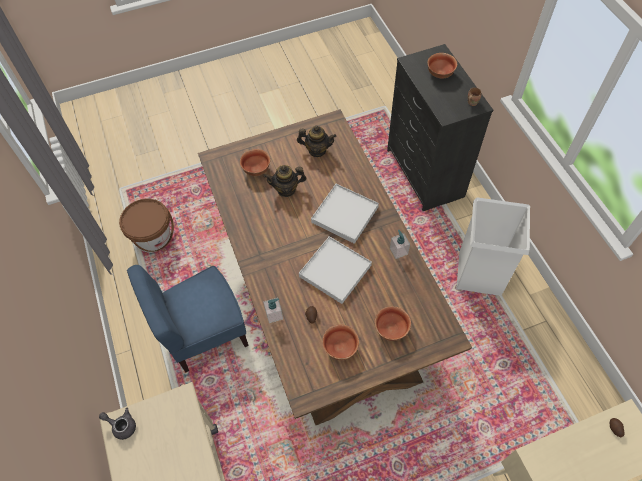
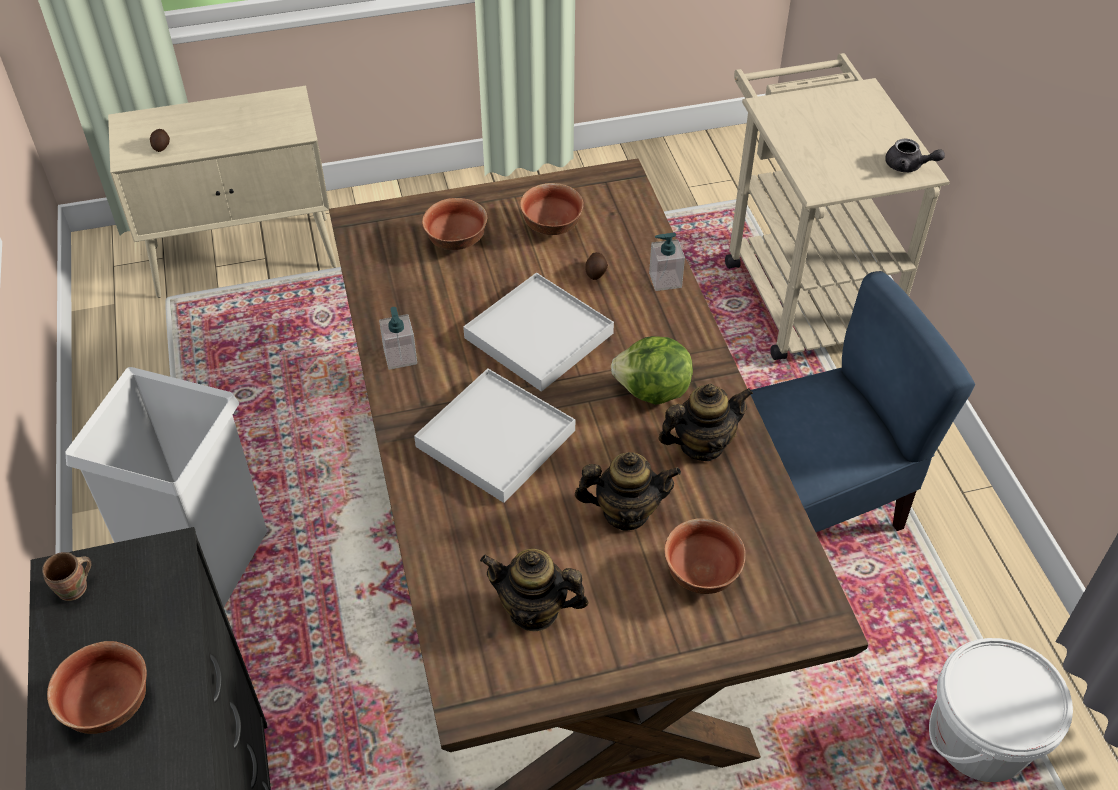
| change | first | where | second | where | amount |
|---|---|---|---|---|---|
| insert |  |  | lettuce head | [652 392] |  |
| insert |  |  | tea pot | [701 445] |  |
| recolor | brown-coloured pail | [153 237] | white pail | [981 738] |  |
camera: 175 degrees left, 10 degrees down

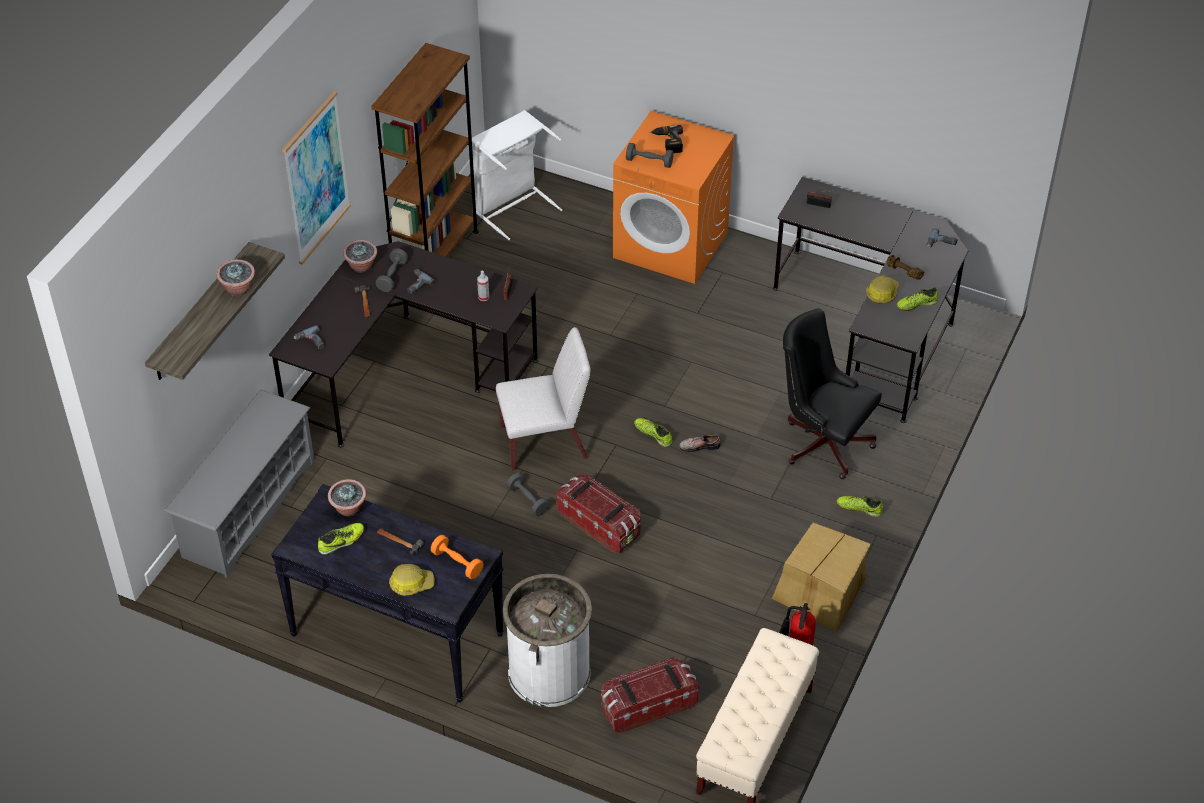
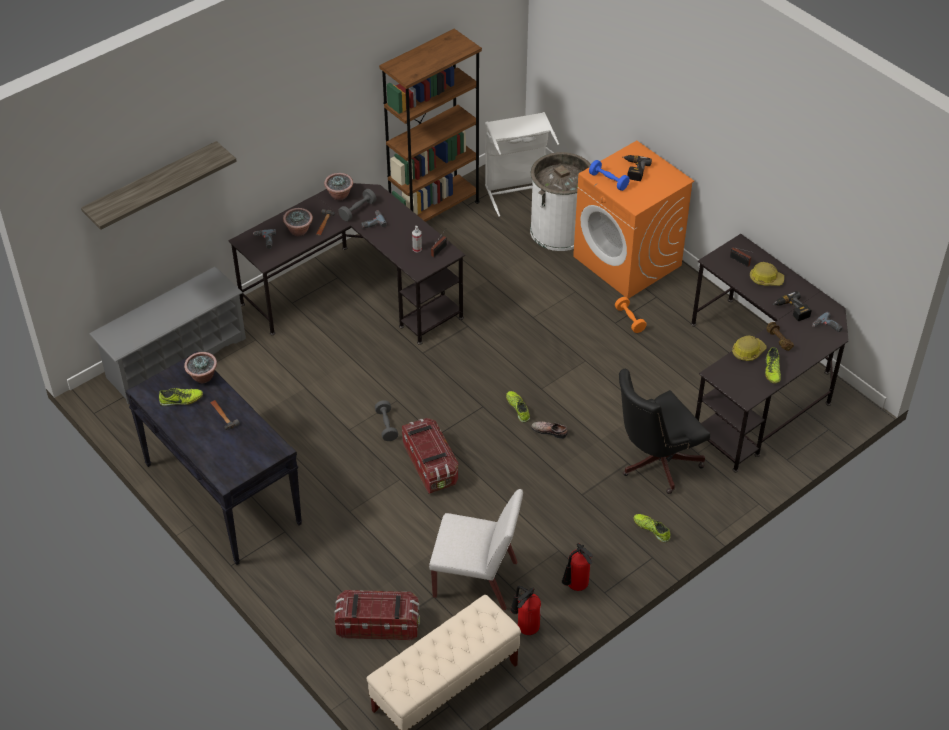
| change | first | where | second | where | amount |
|---|---|---|---|---|---|
| delete | picture | [316 178] |  |  |  |
| insert |  |  | electric drill | [791 310] |  |
| move | potted plant | [238 289] |  | [299 231] |  |
| move | safety helmet | [411 584] |  | [766 279] |  |
| move | orange-coloured hand weight | [457 563] |  | [630 320] |  |
| move | white upright chair | [545 442] |  | [476 580] |  |
| move | white rubbish bin | [549 672] |  | [559 230] |  |
| replace | packing box | [820 592] | fire extinguisher | [575 586] |  |
| recolor | greyish hand weight | [649 162] | blue hand weight | [608 181] |  |
| rotate | blackish computer chair | [822 441] |  | [654 463] | 90 degrees counterclockwise |
| rotate | low shoe | [916 304] |  | [772 371] | 90 degrees counterclockwise |
camera: 25 degrees right, 0 degrees up

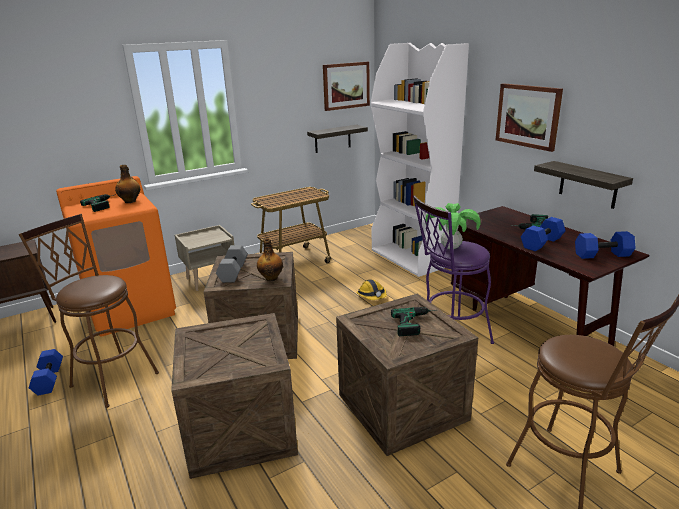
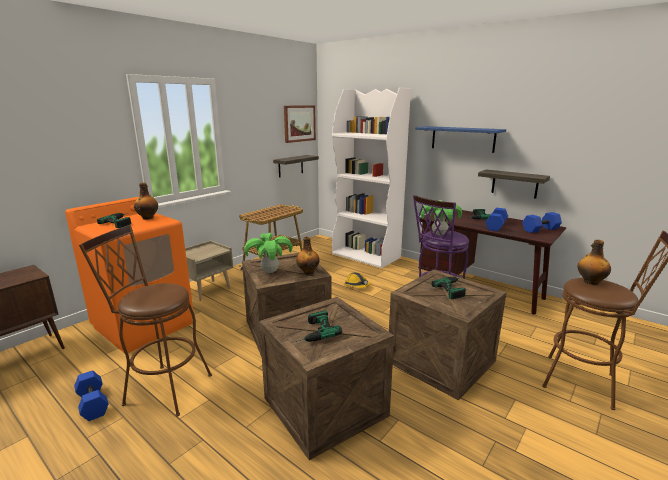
| change | first | where | second | where | amount |
|---|---|---|---|---|---|
| insert |  |  | electric drill | [313 332] |  |
| insert |  |  | drink bottle | [590 282] |  |
| replace | greyish hand weight | [234 272] | potted plant | [270 271] |  |
| replace | picture | [528 116] | blue wall shelf | [462 139] |  |
camera: 20 degrees left, 5 degrees down

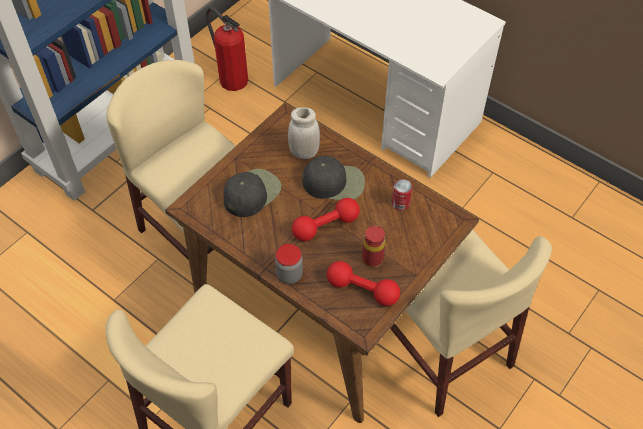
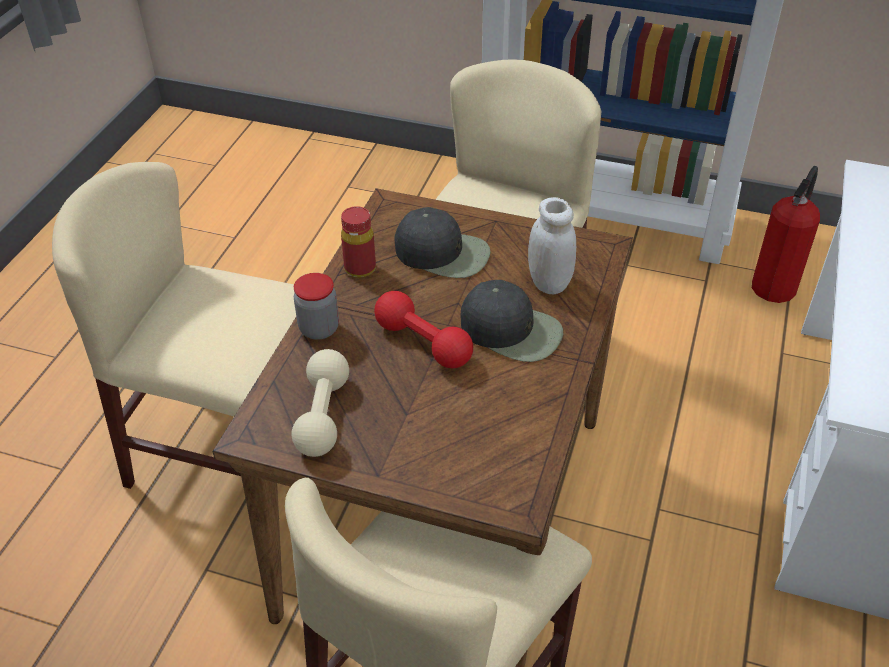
| change | first | where | second | where | amount |
|---|---|---|---|---|---|
| delete | metal can | [400 203] |  |  |  |
| move | red drink bottle | [372 259] |  | [360 268] |  |
| recolor | red hand weight | [362 290] | beige hand weight | [323 415] |  |
| rotate | blackish peaked cap | [334 182] |  | [512 330] | 45 degrees counterclockwise |
camera: 70 degrees right, 10 degrees down

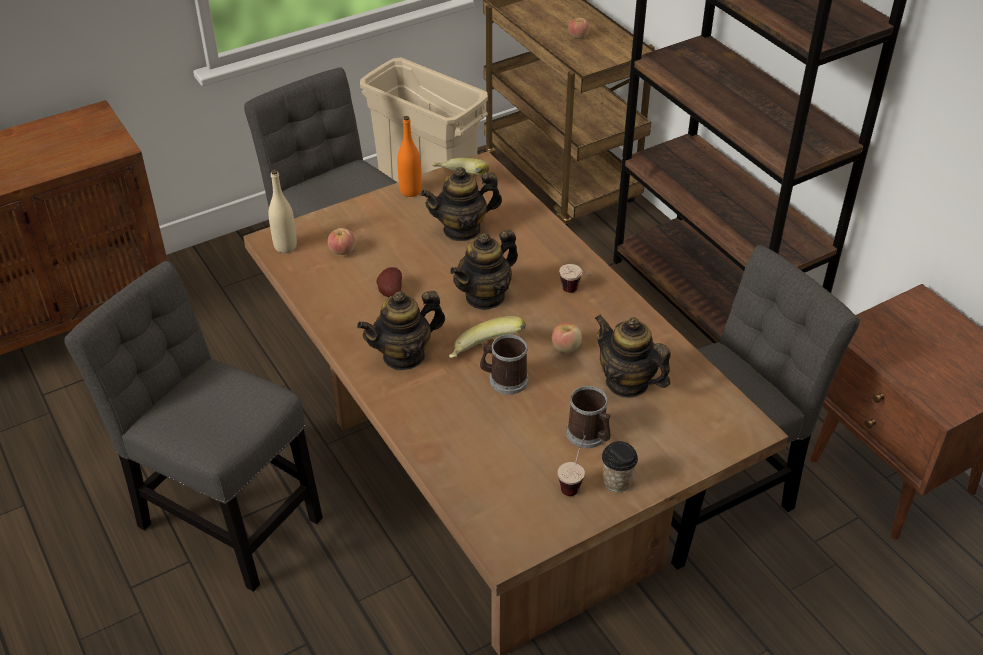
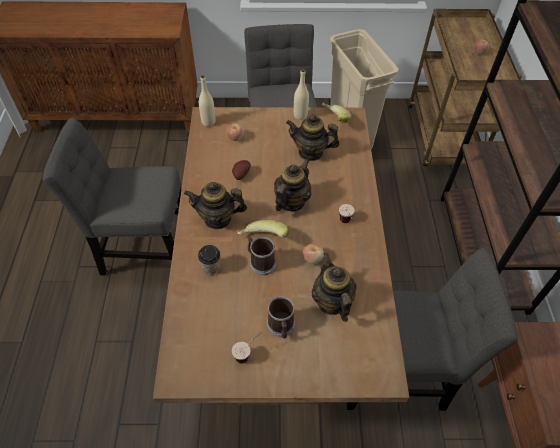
| change | first | where | second | where | amount |
|---|---|---|---|---|---|
| move | cup | [617 481] |  | [211 268] |  |
| recolor | orange-coloured drink bottle | [410 191] | beige drink bottle | [300 115] |  |
| rotate | greyish upright chair | [224 515] |  | [142 250] | 60 degrees counterclockwise |
| rotate | tea pot | [485 296] |  | [291 202] | 135 degrees clockwise |
camera: 30 degrees right, 10 degrees up

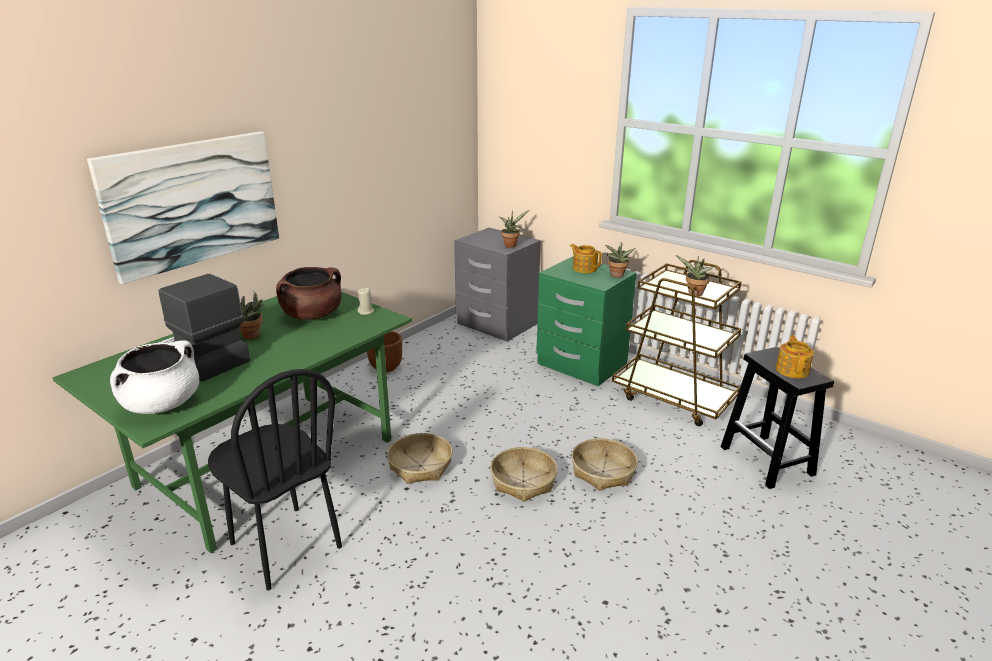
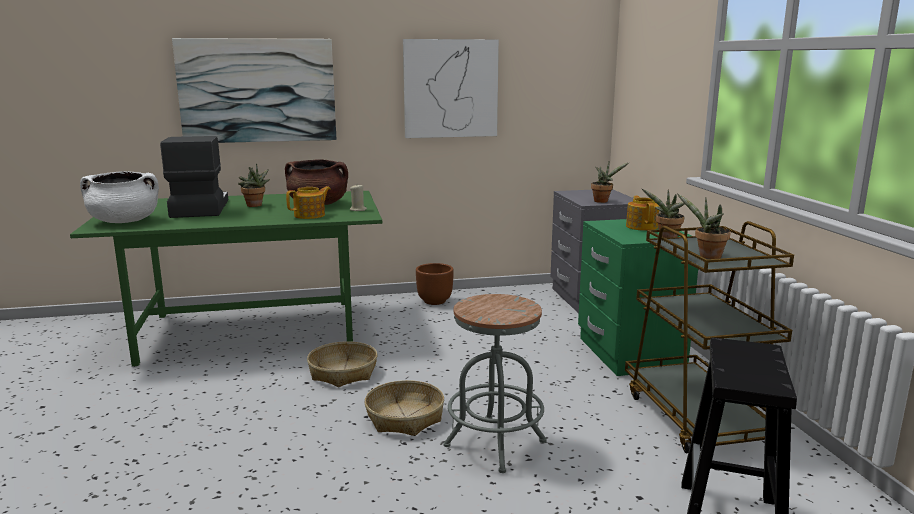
| change | first | where | second | where | amount |
|---|---|---|---|---|---|
| delete | blackish upright chair | [285 546] |  |  |  |
| insert |  |  | picture | [450 88] |  |
| move | tea pot | [792 370] |  | [310 215] |  |
| replace | household basket | [603 471] | greyish sitting stool | [495 444] |  |
camera: 40 degrees right, 10 degrees down

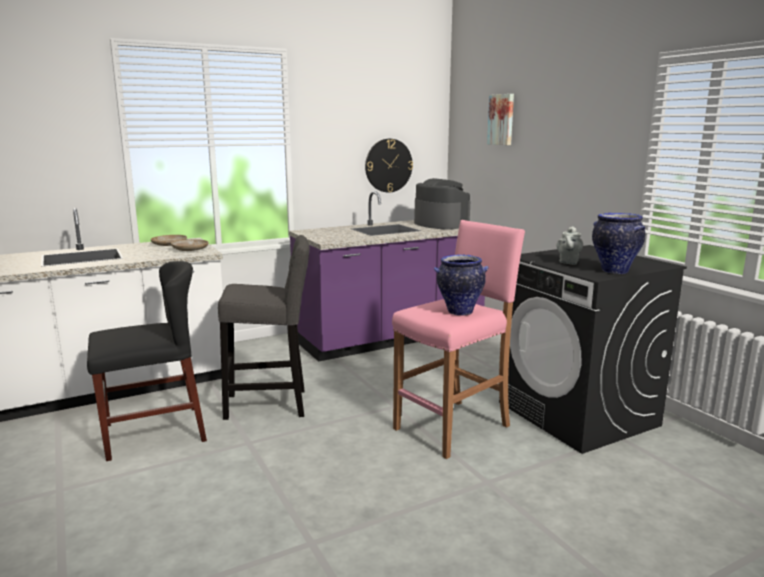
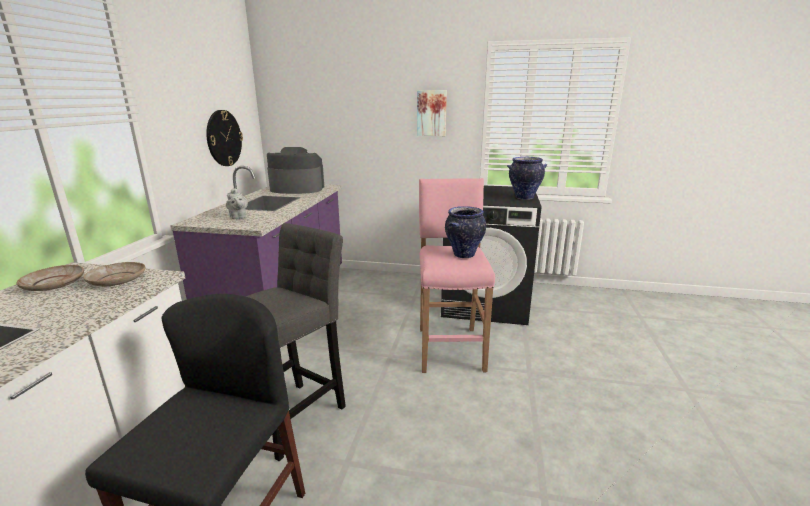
| change | first | where | second | where | amount |
|---|---|---|---|---|---|
| move | picture | [501 119] |  | [431 113] |  |
| move | greyish tea pot | [568 262] |  | [238 217] |  |
camera: 50 degrees left, 5 degrees up

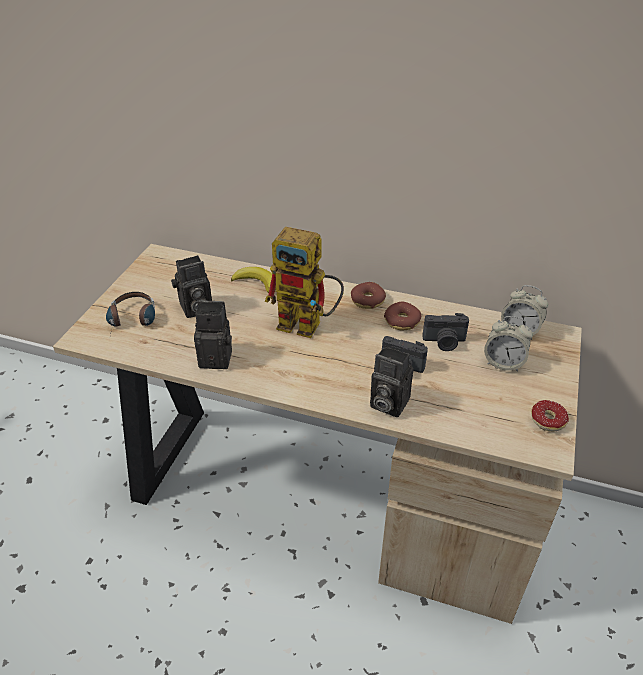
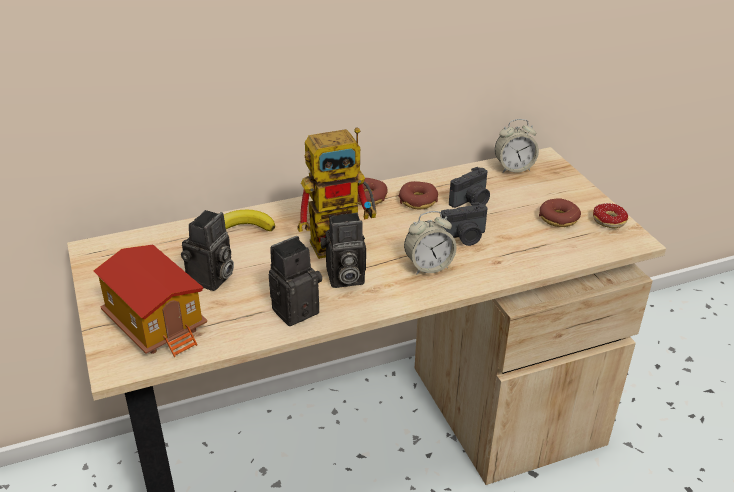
| change | first | where | second | where | amount |
|---|---|---|---|---|---|
| insert |  |  | donut | [558 219] |  |
| move | still camera | [386 403] |  | [343 278] |  |
| move | bedside clock | [503 363] |  | [428 266] |  |
| replace | headset | [132 322] | miniature house | [157 323] |  |
camera: 40 degrees left, 5 degrees down

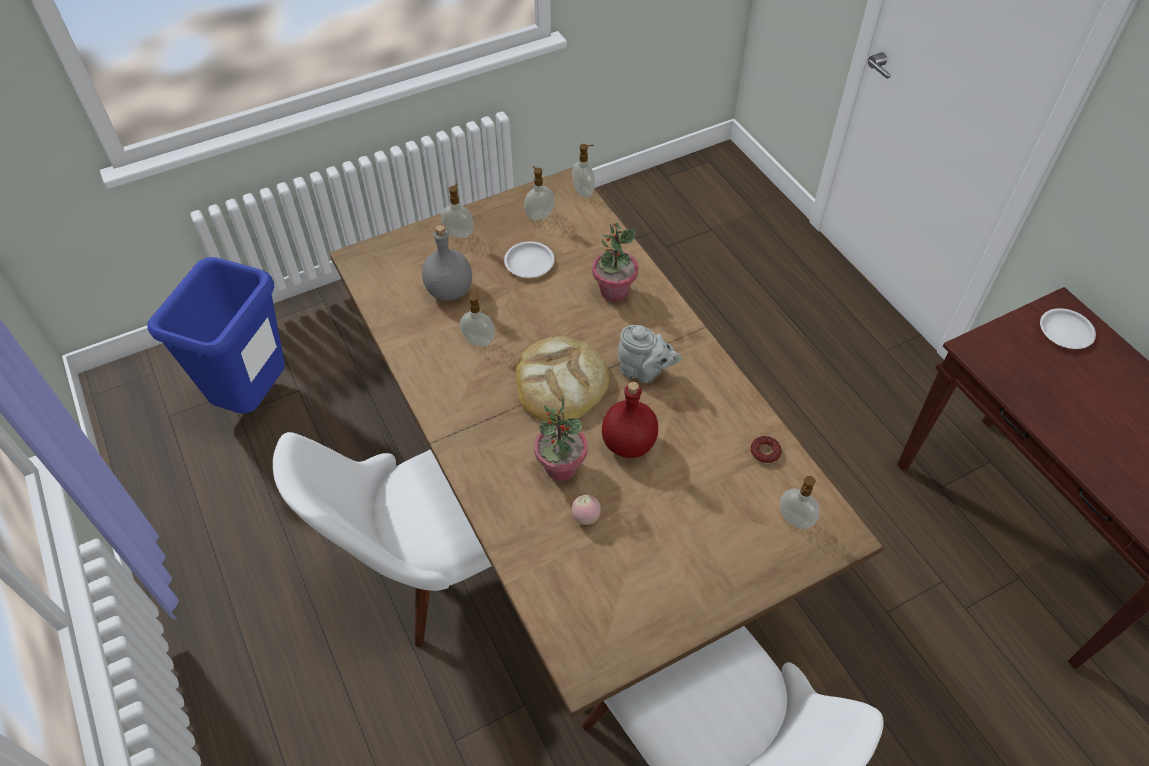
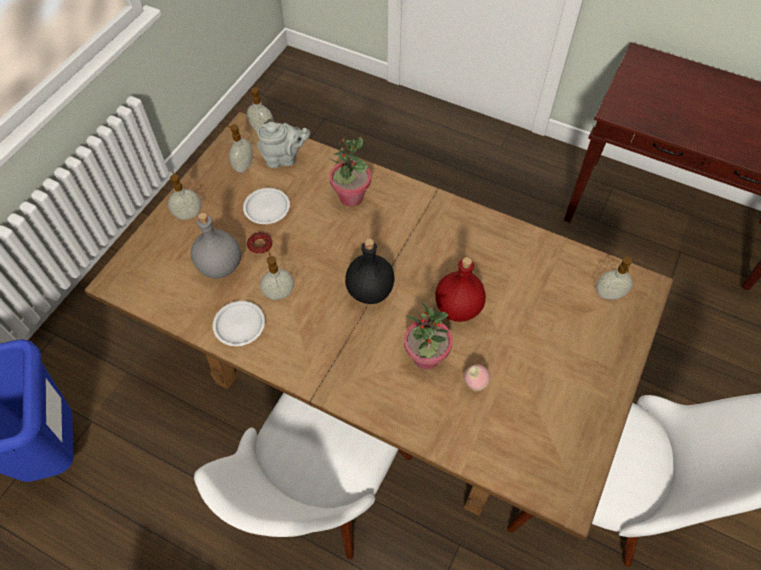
| change | first | where | second | where | amount |
|---|---|---|---|---|---|
| move | greyish tea pot | [644 371] |  | [284 158] |  |
| move | donut | [765 452] |  | [260 245] |  |
| move | white flat dish | [1065 332] |  | [239 325] |  |
| replace | bread | [561 382] | blackish drink bottle | [370 290] |  |
camera: 35 degrees left, 5 degrees up

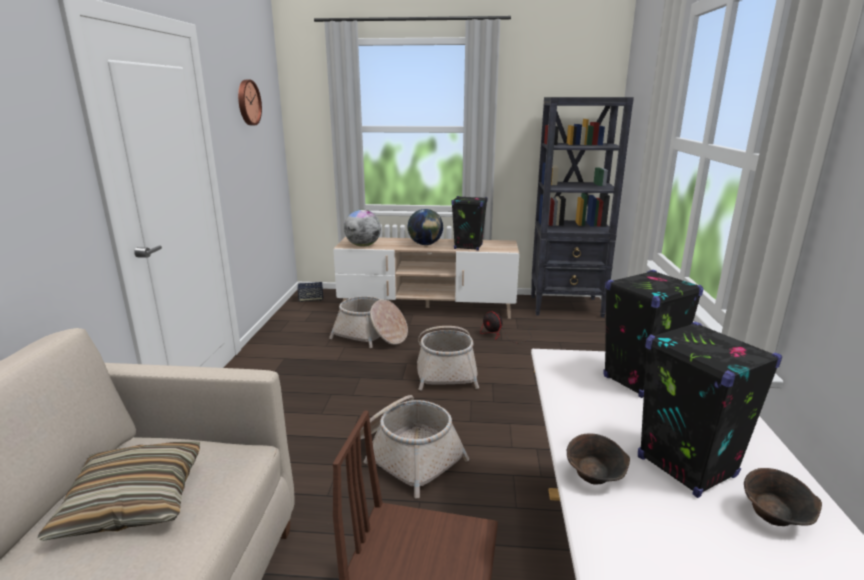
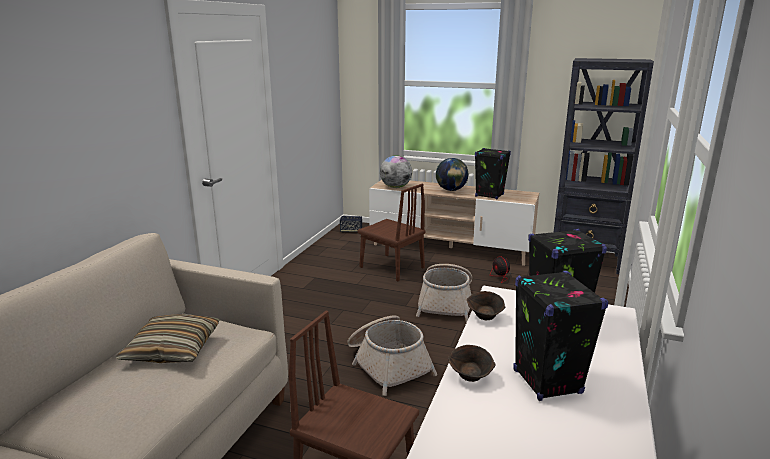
| change | first | where | second | where | amount |
|---|---|---|---|---|---|
| delete | clock on the wall | [247 102] |  |  |  |
| move | brown-coloured deep dish | [775 518] |  | [485 317] |  |
| replace | household basket | [371 336] | brown-coloured upright chair | [391 267] |  |
camera: 15 degrees right, 0 degrees up

